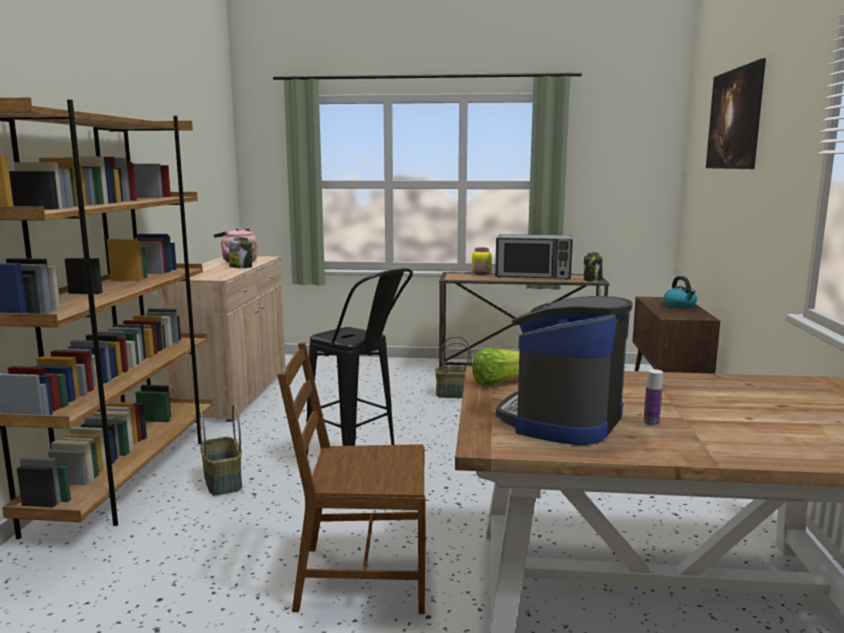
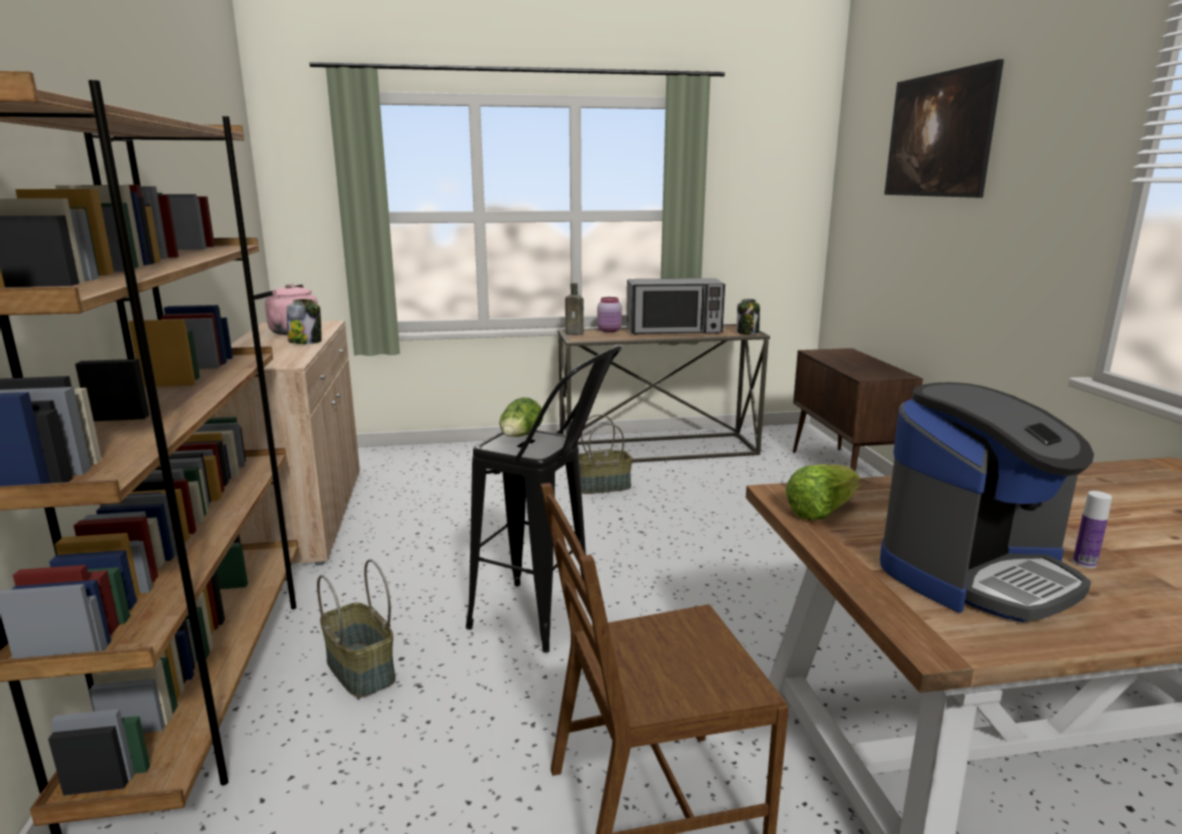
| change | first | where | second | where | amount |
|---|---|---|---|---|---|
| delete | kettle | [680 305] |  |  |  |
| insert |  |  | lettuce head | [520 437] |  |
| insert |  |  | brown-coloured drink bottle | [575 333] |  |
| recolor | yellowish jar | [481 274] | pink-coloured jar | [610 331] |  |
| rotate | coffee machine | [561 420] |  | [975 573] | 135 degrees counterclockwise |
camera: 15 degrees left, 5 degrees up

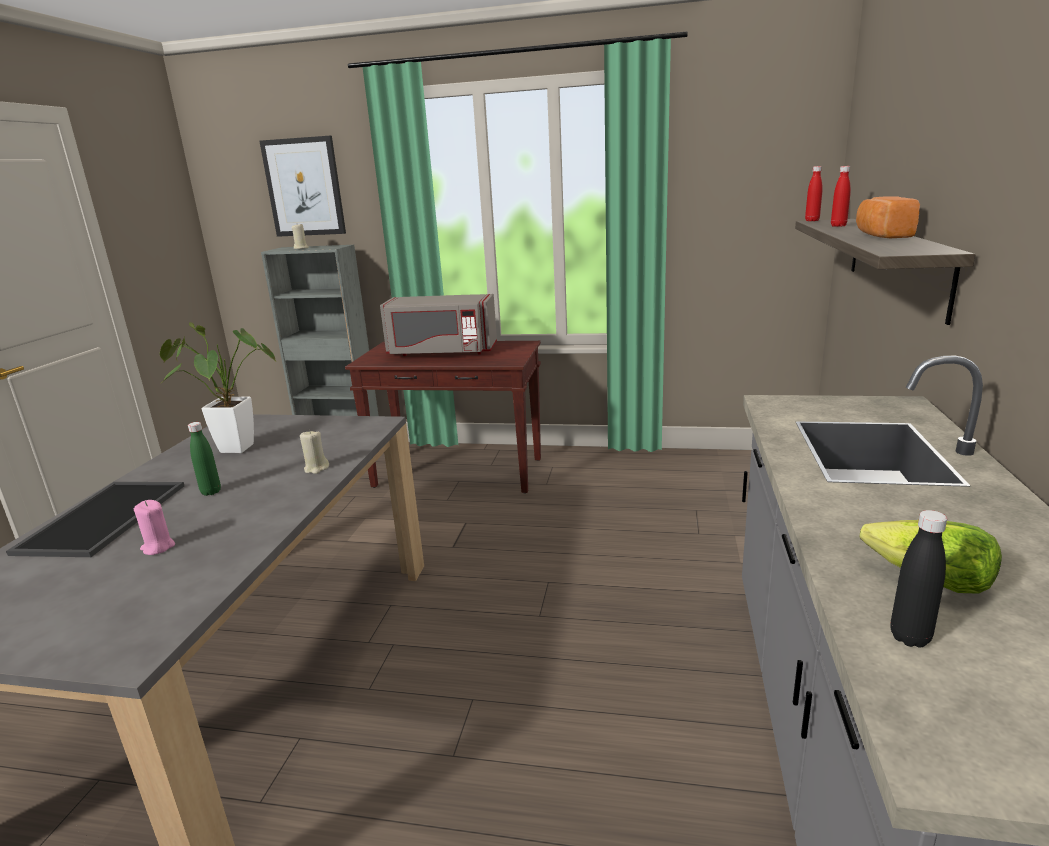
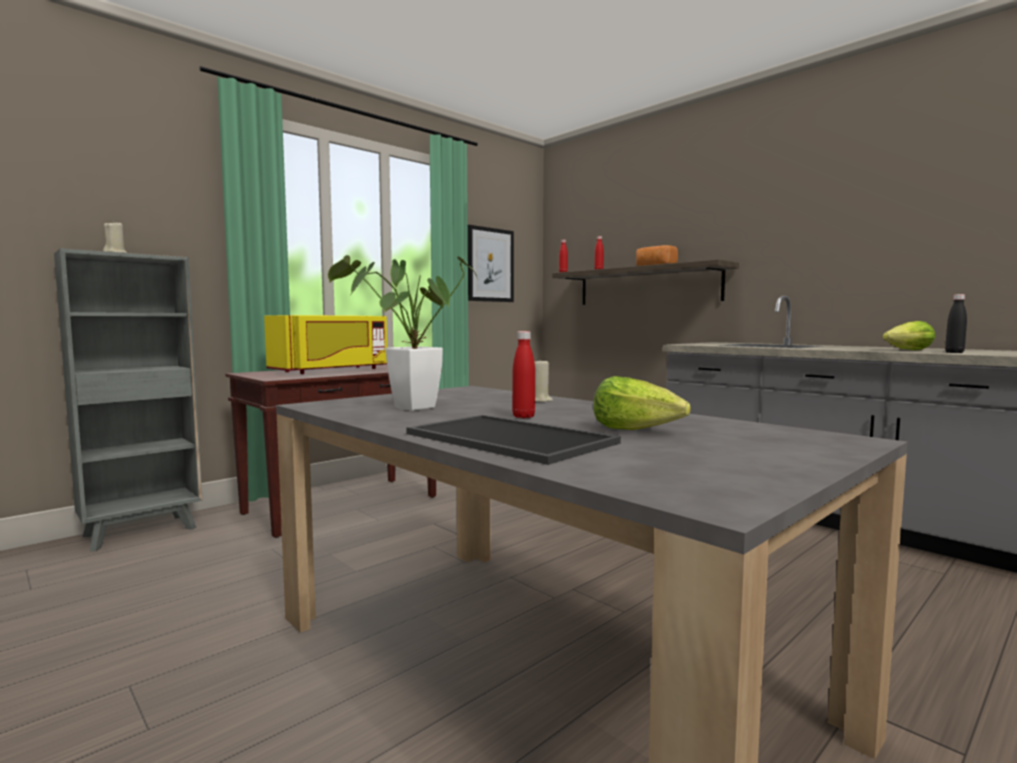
| change | first | where | second | where | amount |
|---|---|---|---|---|---|
| move | picture | [304 187] |  | [489 265] |  |
| replace | pink-coloured wax light | [158 547] | lettuce head | [636 430] |  |
| recolor | green drink bottle | [211 492] | red drink bottle | [523 416] |  |
| recolor | greyish kitchen microwave | [441 352] | yellowish kitchen microwave | [332 370] |  |
camera: 55 degrees left, 15 degrees down

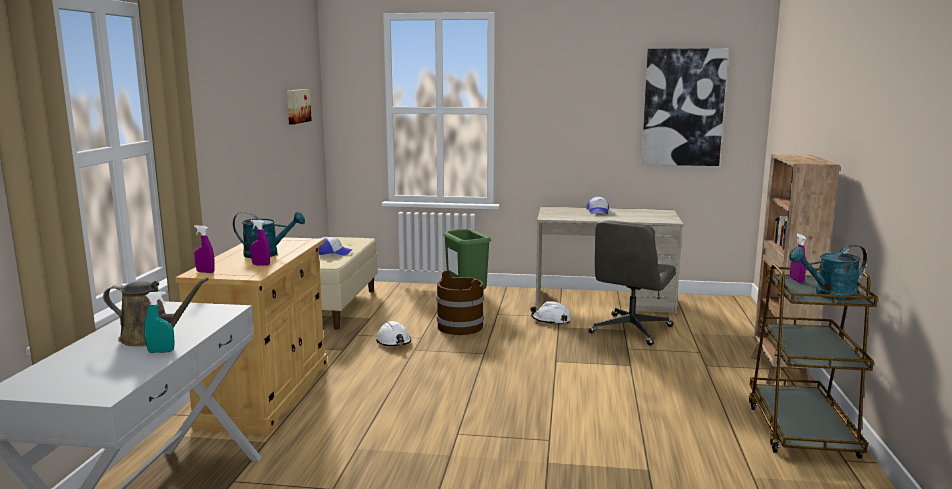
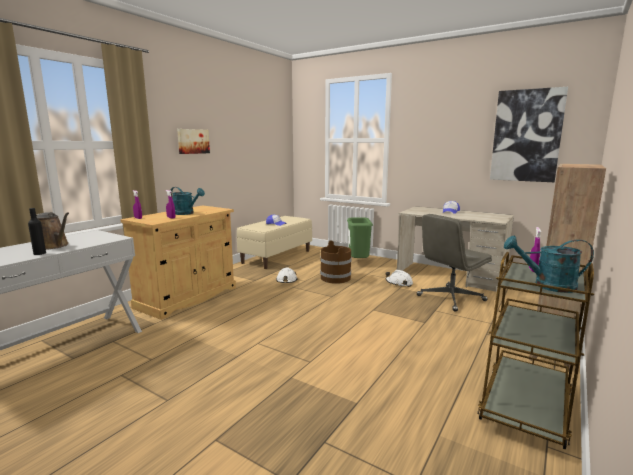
| change | first | where | second | where | amount |
|---|---|---|---|---|---|
| move | picture | [297 106] |  | [193 141] |  |
| replace | turquoise-coloured spray bottle | [161 352] | blackish drink bottle | [39 253] |  |
camera: 25 degrees right, 0 degrees up

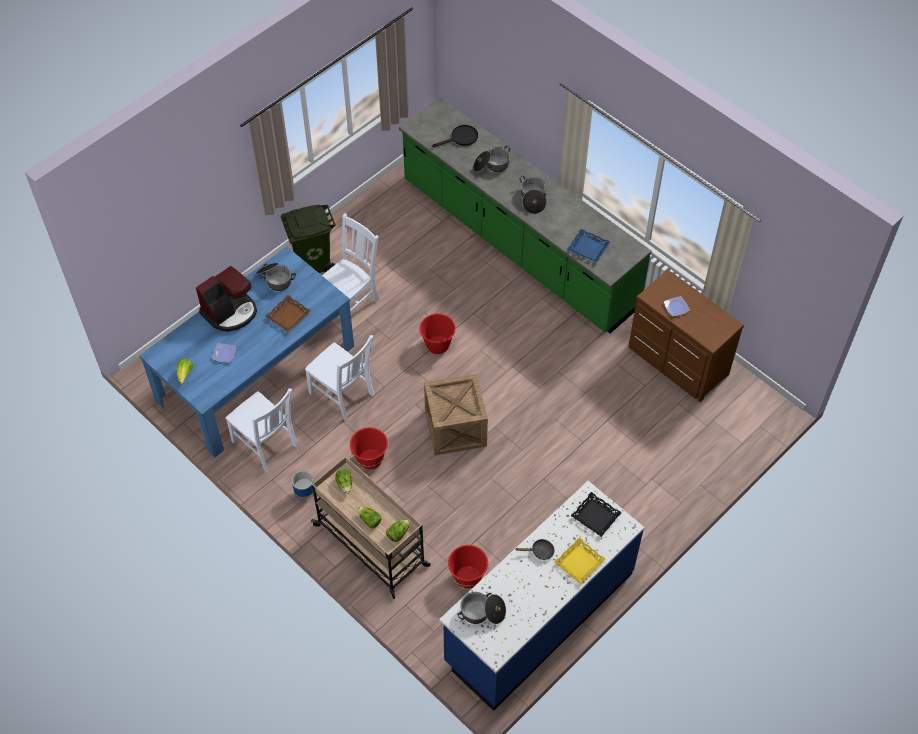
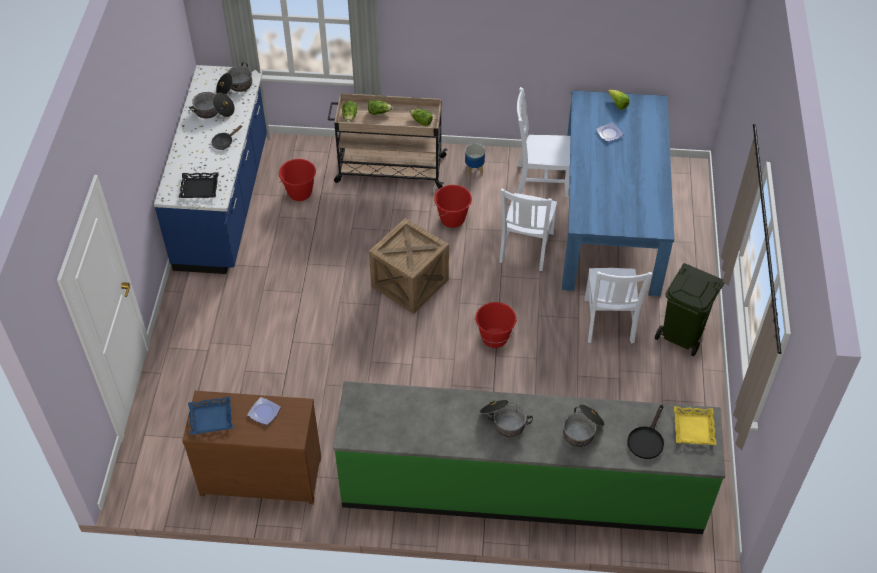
| change | first | where | second | where | amount |
|---|---|---|---|---|---|
| delete | coffee machine | [230 312] |  |  |  |
| delete | brown-coloured serving tray | [288 316] |  |  |  |
| move | cooking pot | [275 279] |  | [213 111] |  |
| move | yellowish serving tray | [579 562] |  | [694 428] |  |
| move | blue serving tray | [588 248] |  | [211 418] |  |
| rotate | white upright chair | [343 395] |  | [526 248] | 75 degrees counterclockwise |
camera: 140 degrees right, 5 degrees down

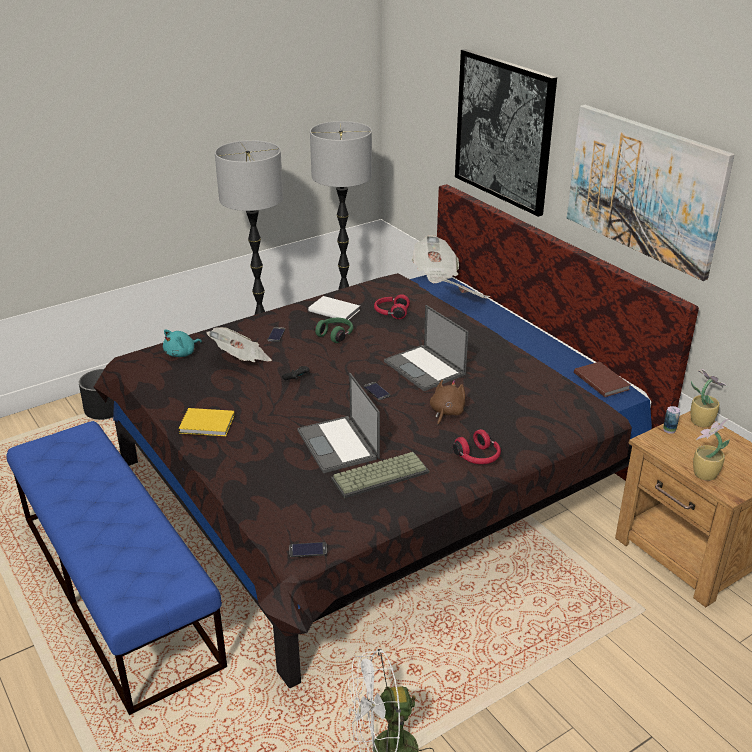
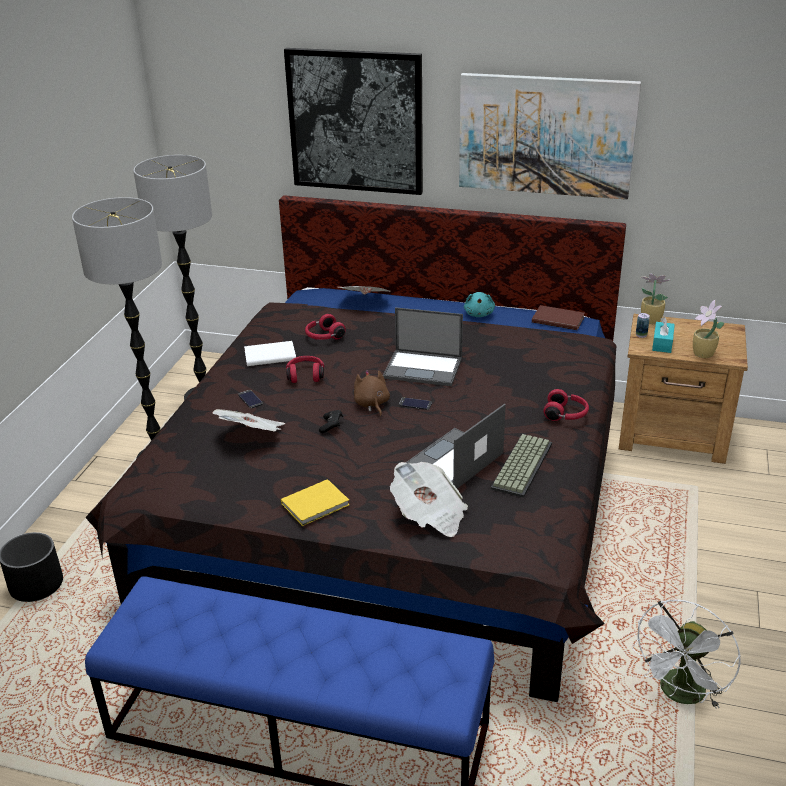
| change | first | where | second | where | amount |
|---|---|---|---|---|---|
| delete | phone | [308 550] |  |  |  |
| insert |  |  | turquoise-coloured tissue box | [662 343] |  |
| move | turquoise-coloured plush toy | [182 353] |  | [479 314] |  |
| move | newspaper | [435 272] |  | [429 515] |  |
| move | brown-coloured plush toy | [446 412] |  | [372 404] |  |
| recolor | green headset | [336 335] | red headset | [305 375] |  |
| rotate | portable computer | [338 445] |  | [454 460] | 105 degrees clockwise |
camera: 40 degrees left, 0 degrees up

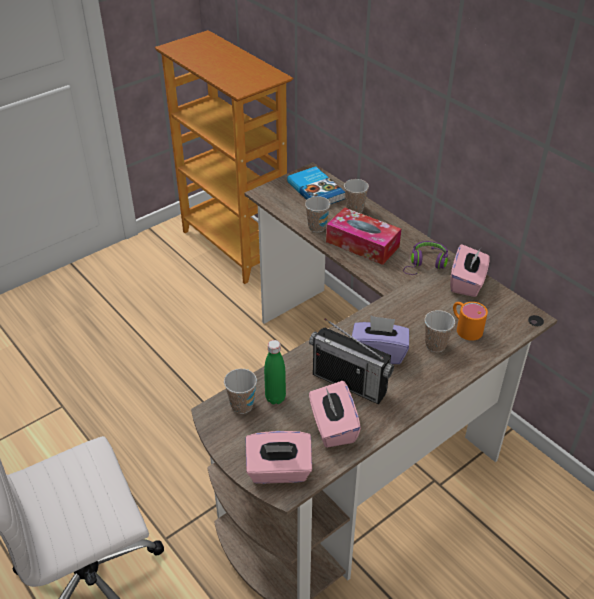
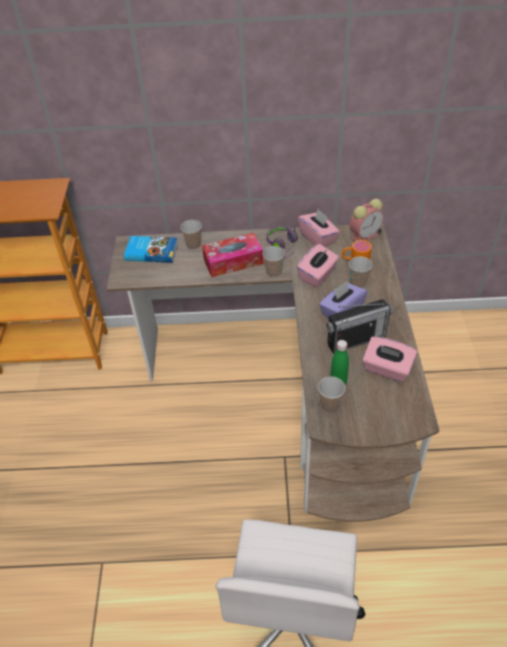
| change | first | where | second | where | amount |
|---|---|---|---|---|---|
| insert |  |  | bedside clock | [365 235] |  |
| move | pink-coloured tissue box | [279 471] |  | [317 275] |  |
| move | cup | [317 227] |  | [273 272] |  |
camera: 50 degrees left, 5 degrees up

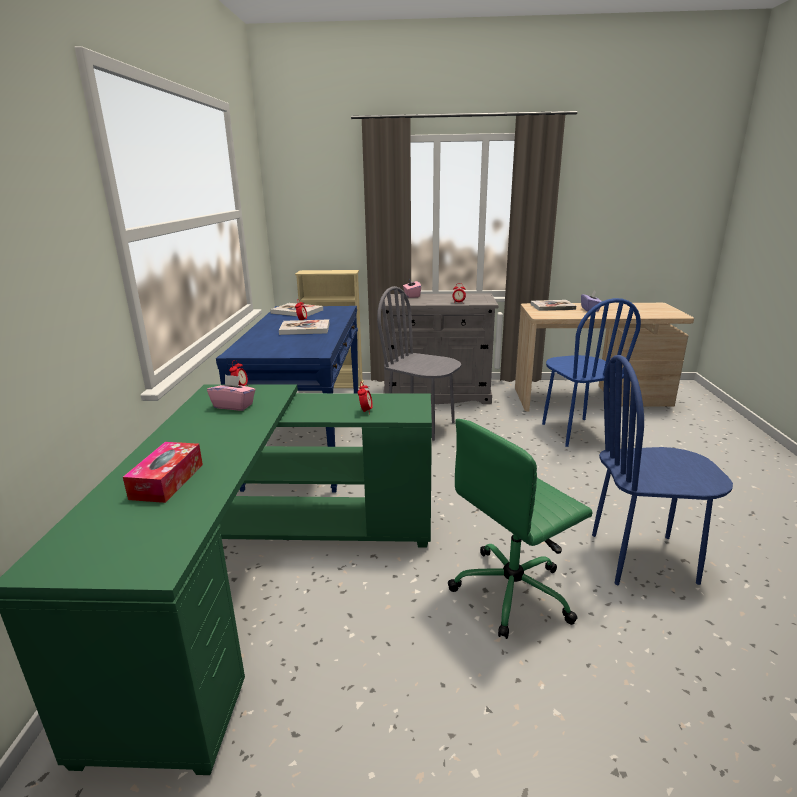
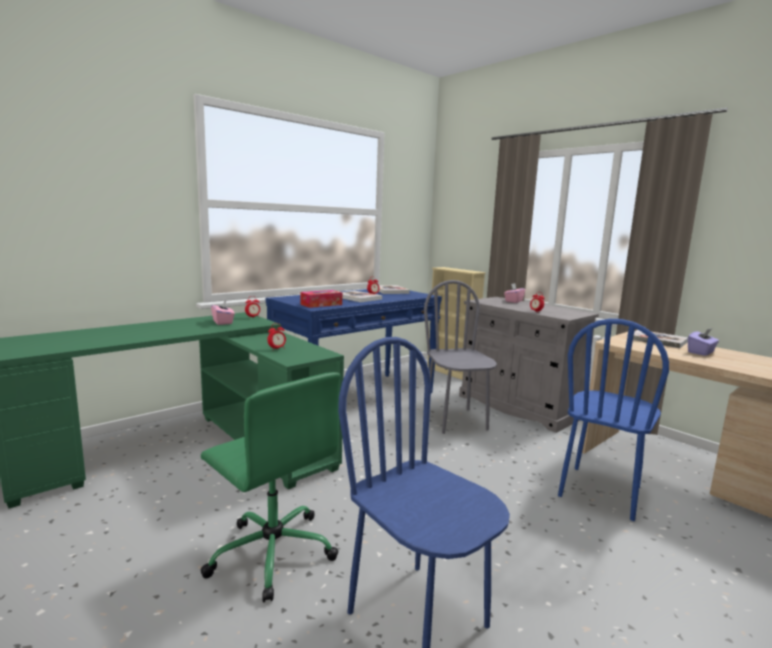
| change | first | where | second | where | amount |
|---|---|---|---|---|---|
| move | tissue box | [167 481] |  | [321 304] |  |
| rotate | green computer chair | [513 591] |  | [272 551] | 150 degrees counterclockwise |
camera: 45 degrees right, 10 degrees down

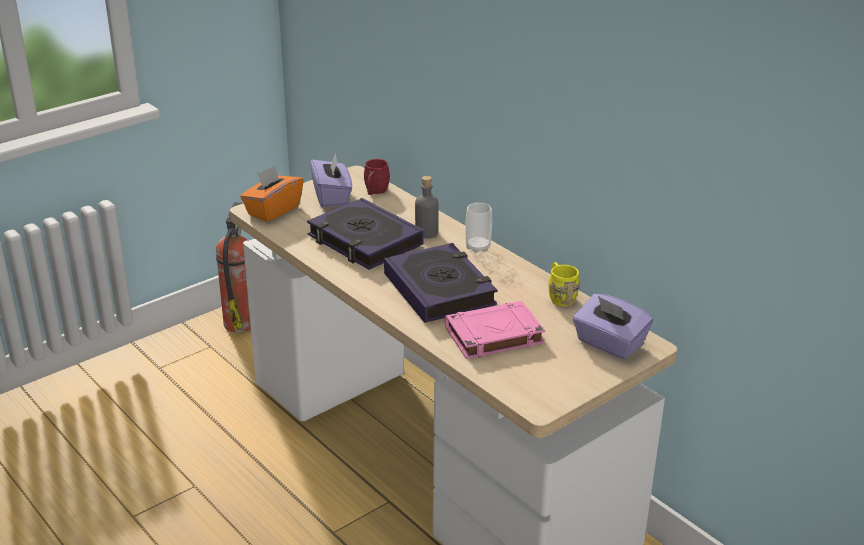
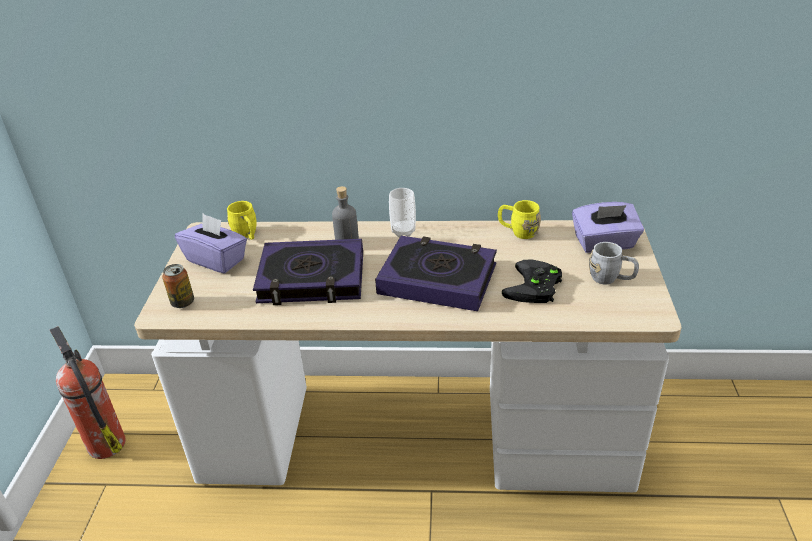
| change | first | where | second | where | amount |
|---|---|---|---|---|---|
| insert |  |  | greyish coffee mug | [611 279] |  |
| replace | orange-coloured tissue box | [273 210] | metal can | [182 302] |  |
| replace | pink-coloured volume | [493 335] | blackish game controller | [534 287] |  |
| recolor | red coffee mug | [375 192] | yellowish coffee mug | [247 235] |  |
camera: 45 degrees left, 5 degrees up

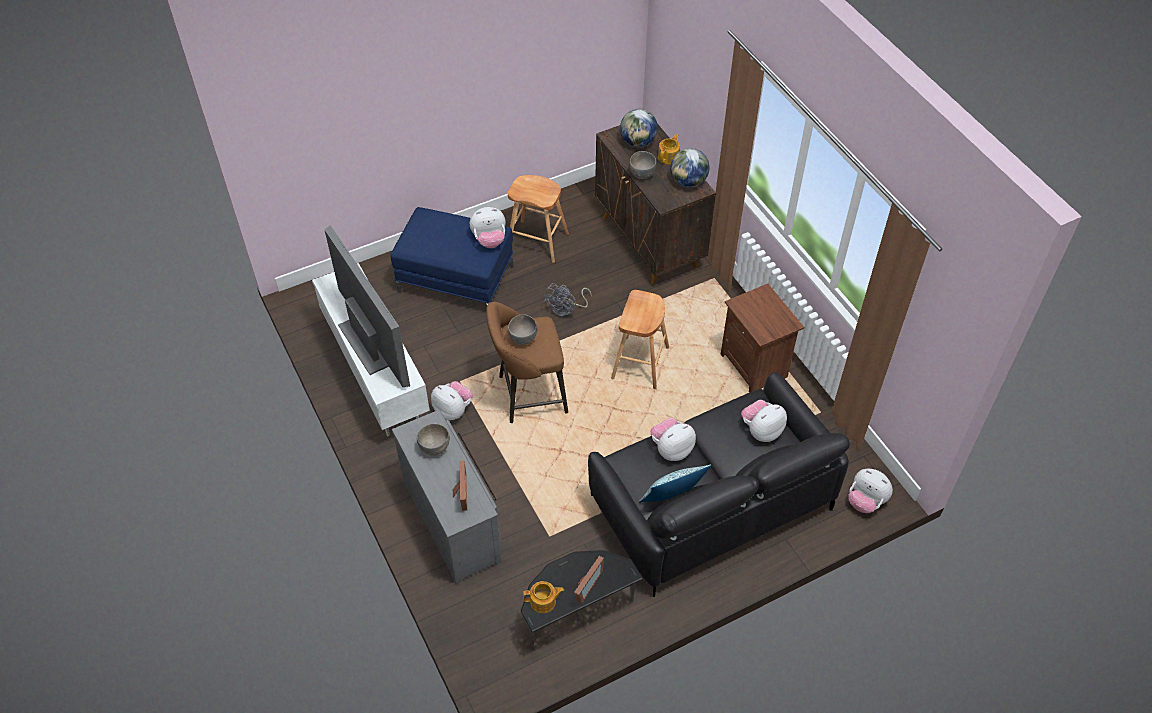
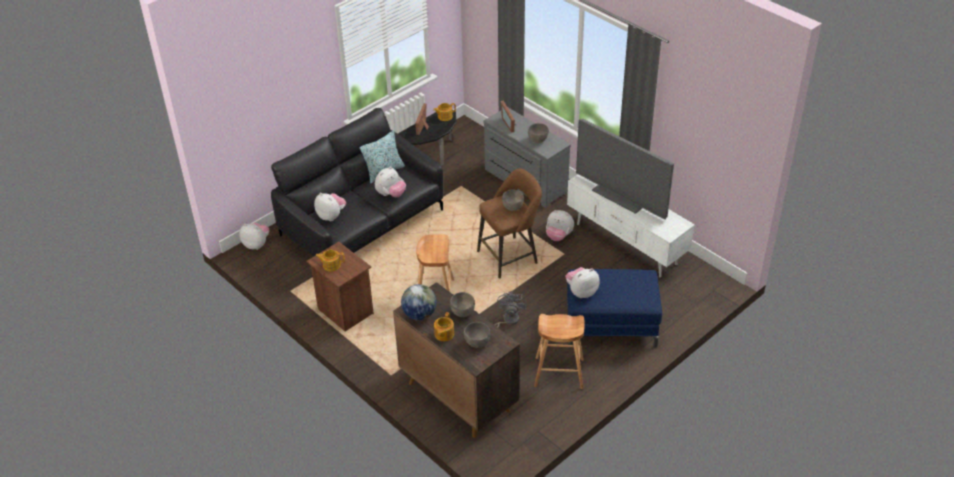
| change | first | where | second | where | amount |
|---|---|---|---|---|---|
| insert |  |  | tea pot | [331 265] |  |
| replace | globe | [638 142] | greyish deep dish | [477 342] |  |
| rotate | plush toy | [761 431] |  | [331 216] | 90 degrees counterclockwise |
camera: 165 degrees right, 10 degrees down

